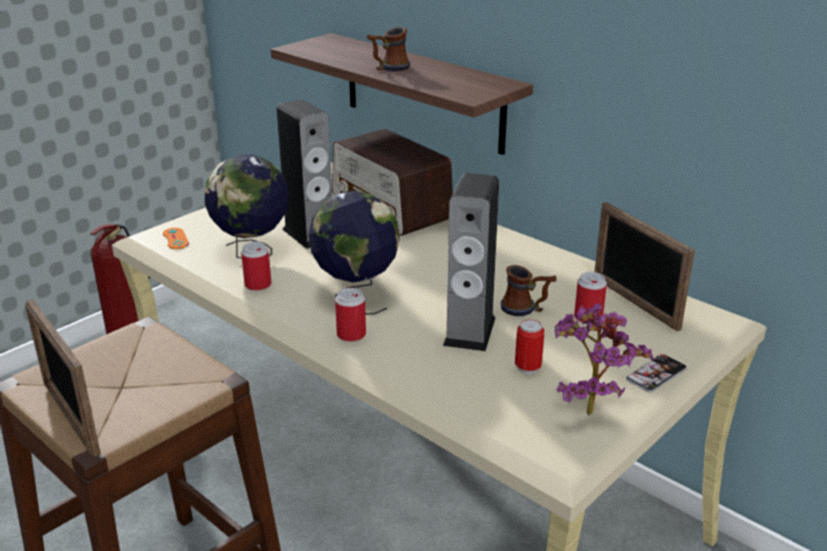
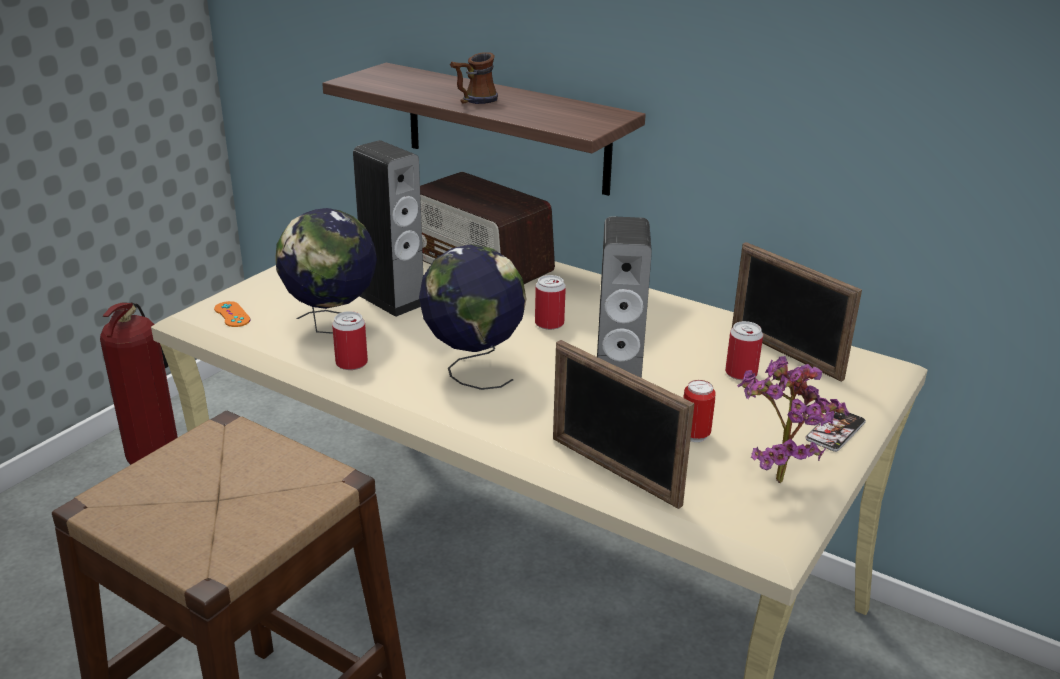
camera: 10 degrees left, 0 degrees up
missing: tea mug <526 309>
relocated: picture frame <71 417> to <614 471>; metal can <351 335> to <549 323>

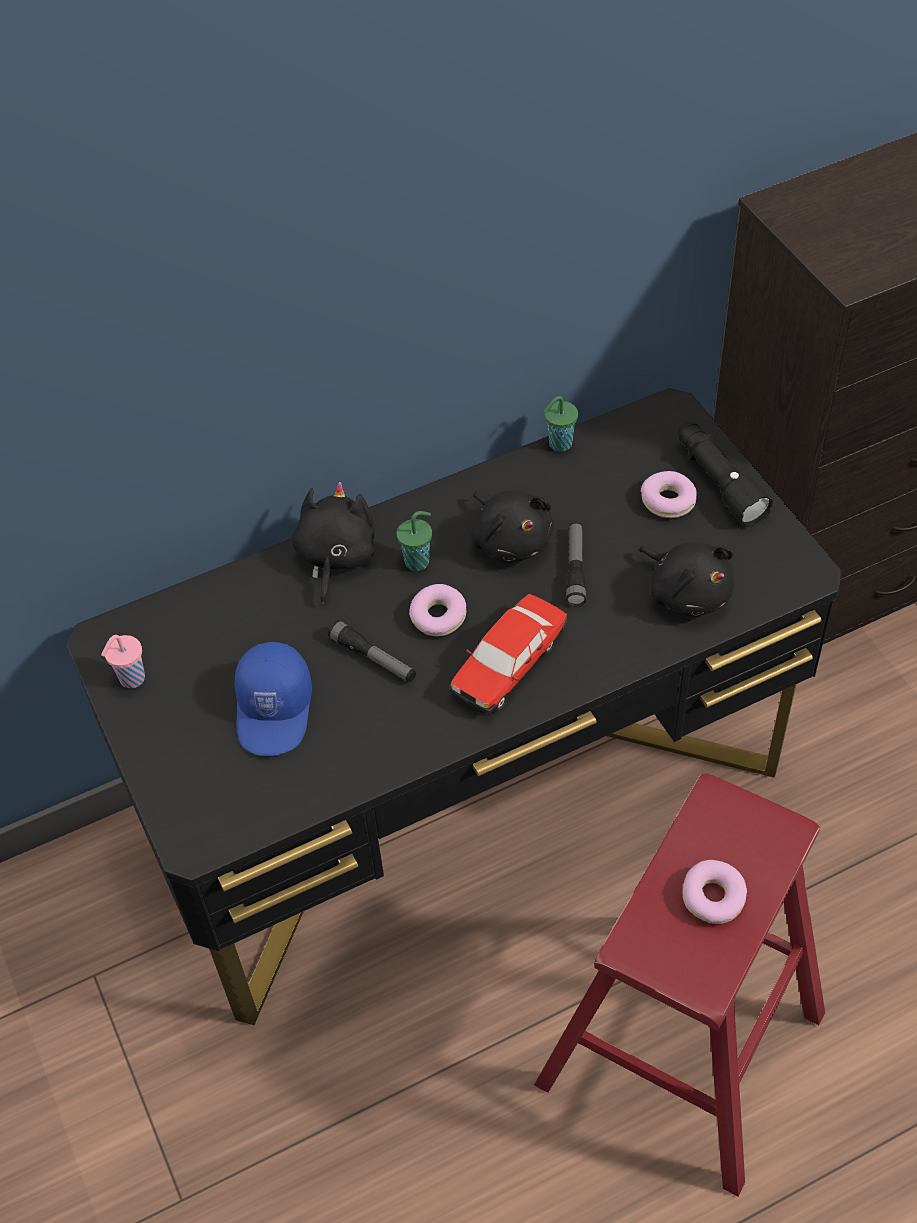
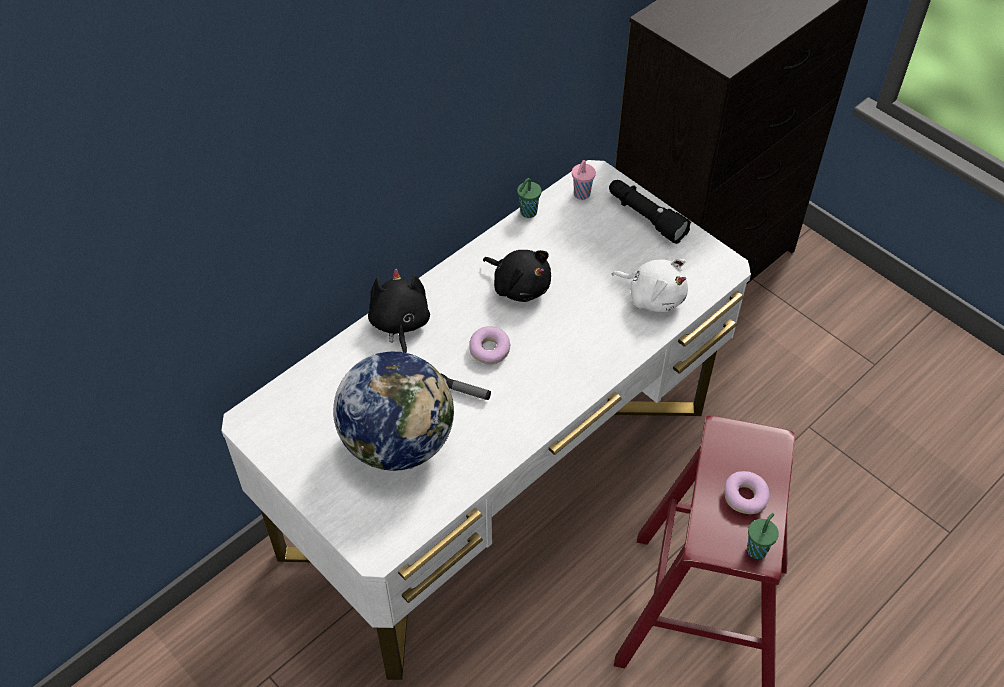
camera: 20 degrees left, 0 degrees up
missing: toy car <509 664>; flashlight <575 568>; ring doughnut <668 501>
relocated: small cup in pinkish <131 679> to <581 195>; small cup in green <418 561> to <757 549>
exchanged: baseball cap in bluish <275 710> to desk globe <398 442>
colour: desk unit in blackish <468 798> to desk unit in whitish <499 480>; soft toy in blackish <687 592> to soft toy in whitish <653 296>

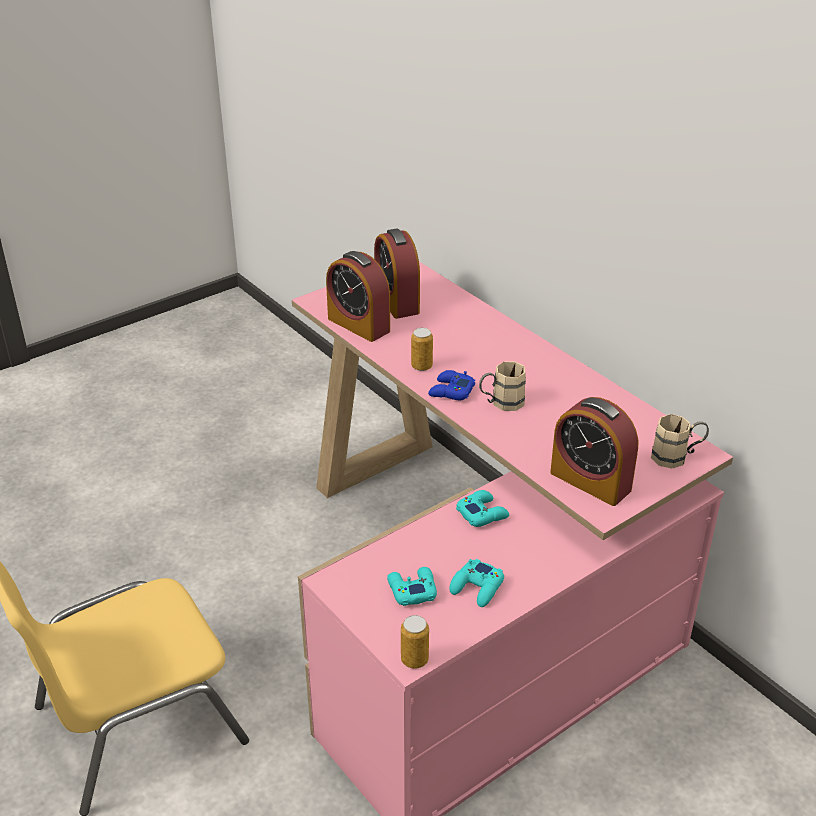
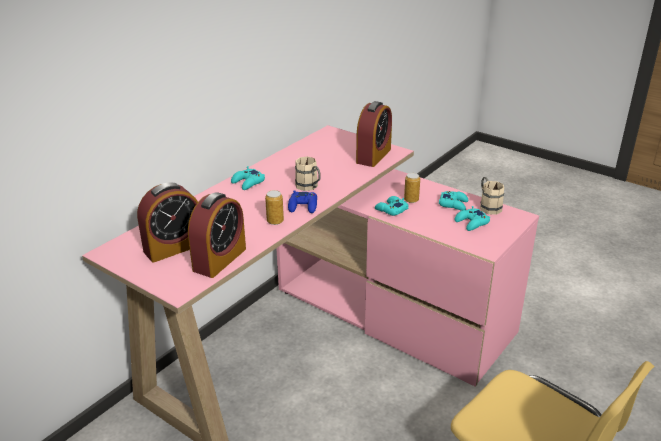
camera: 105 degrees left, 5 degrees down
appeared: joypad in turquoise <248 182>
relocated: metal can <414 660> to <411 200>; tea mug in beige <677 457> to <488 206>

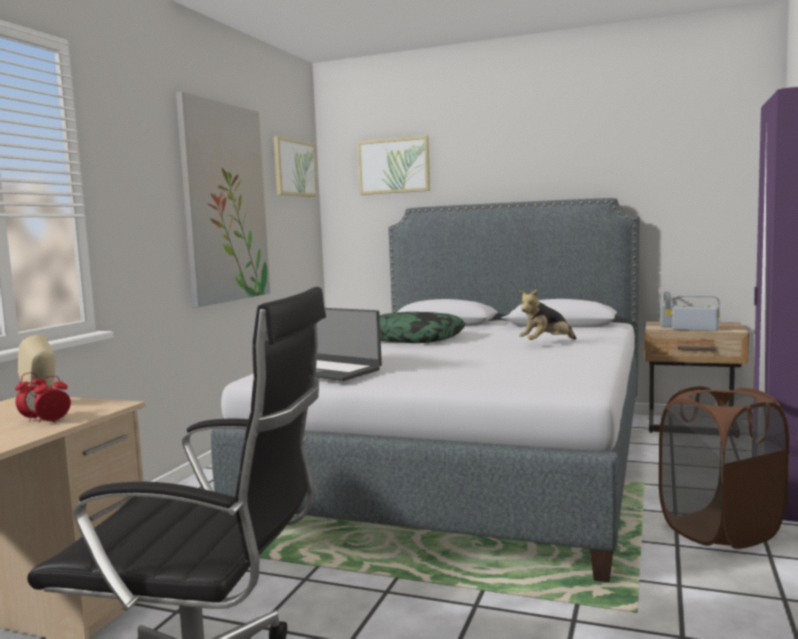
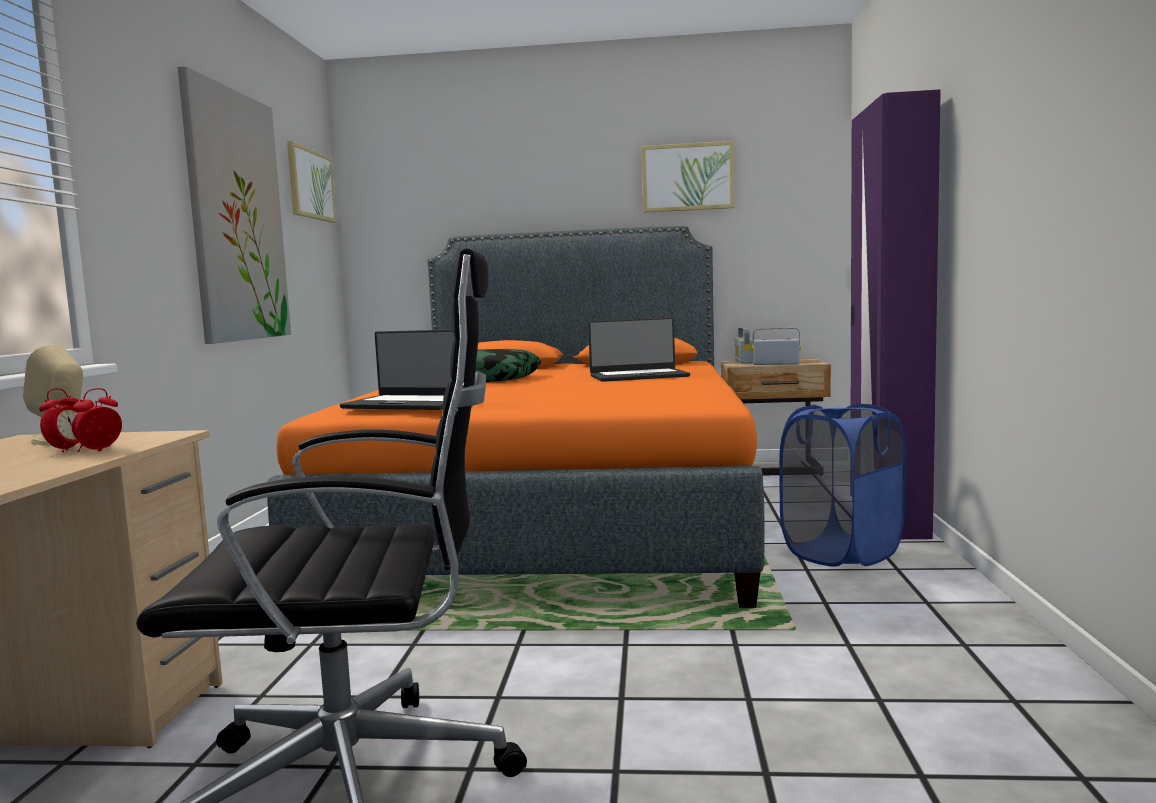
camera: 15 degrees left, 0 degrees up
relocated: wall picture <394 166> to <687 177>
exchanged: soft toy <546 343> to notebook computer <638 376>
colour: sleeping bed in grey <469 462> to sleeping bed in orangey <553 517>; laundry basket in brown <720 530> to laundry basket in bluish <841 553>

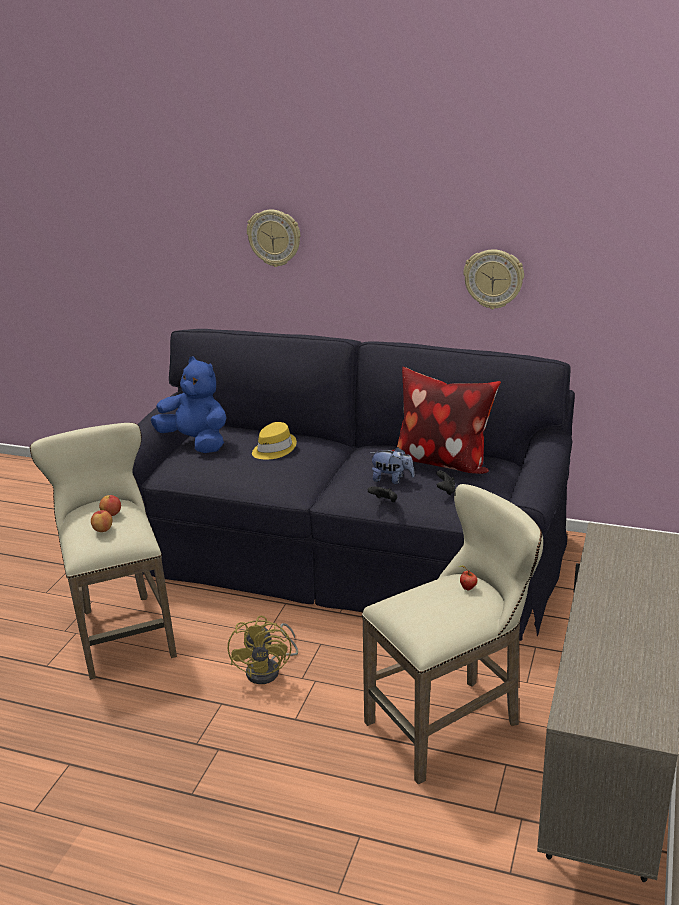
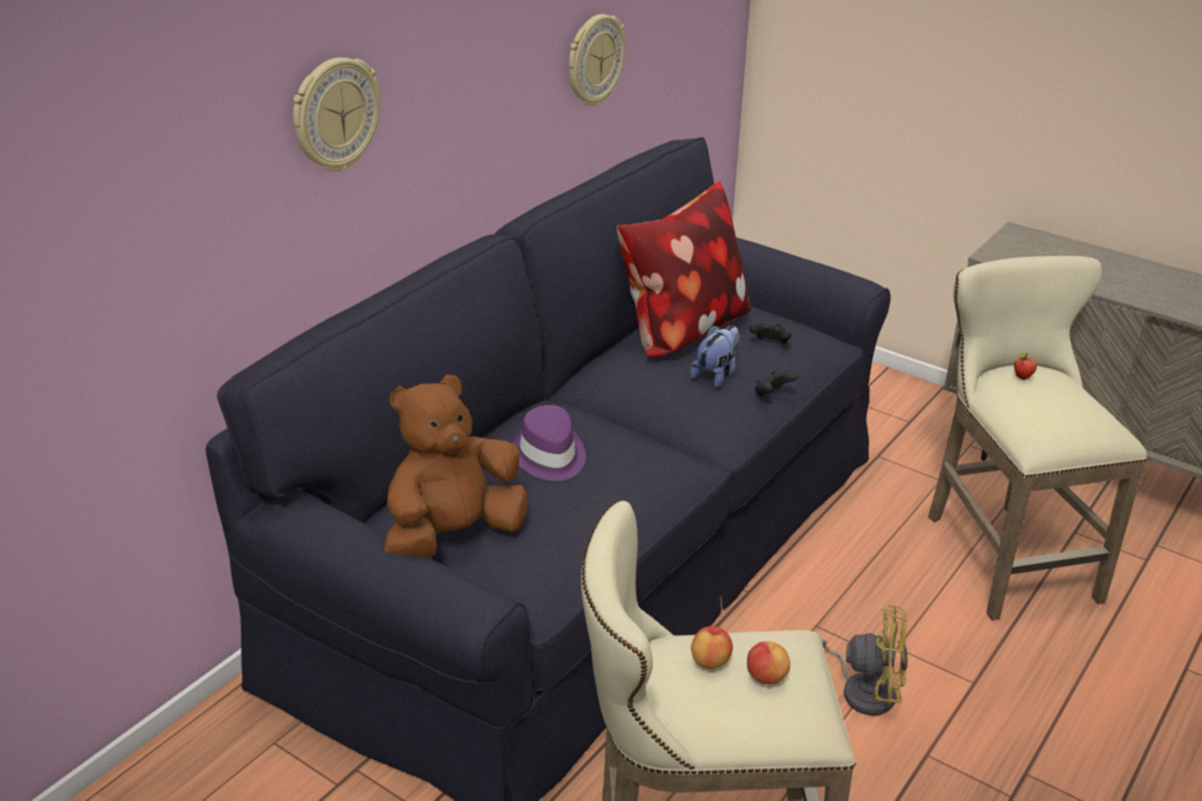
camera: 75 degrees left, 5 degrees up
colour: soft toy in bluish <196 442> to soft toy in brown <453 536>; hat in yellow-coloured <274 449> to hat in purple <549 455>

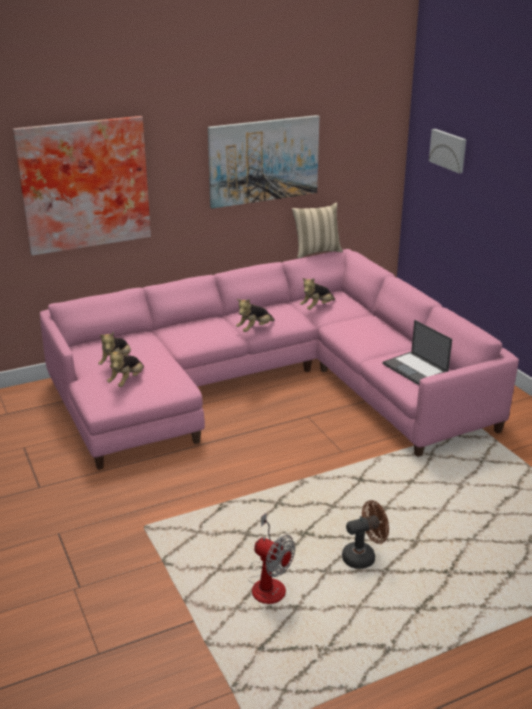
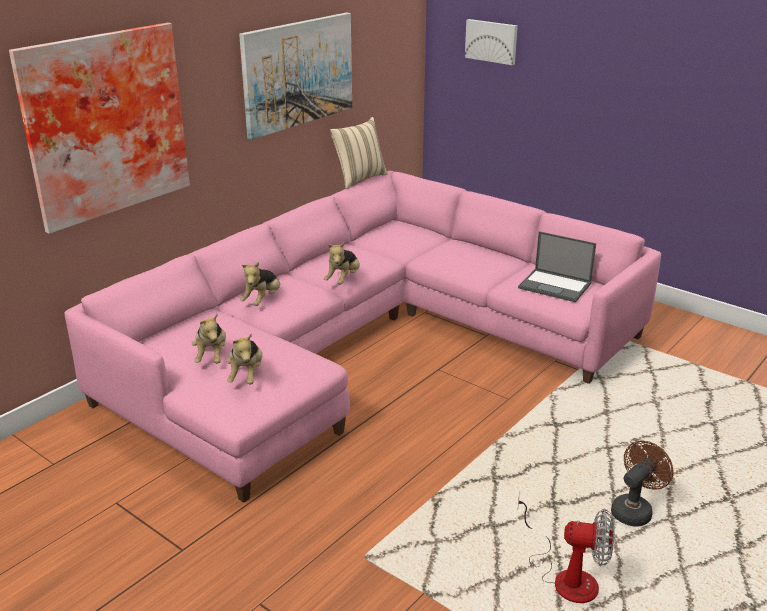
camera: 25 degrees left, 0 degrees up
relocated: soft toy <317 307> to <262 300>

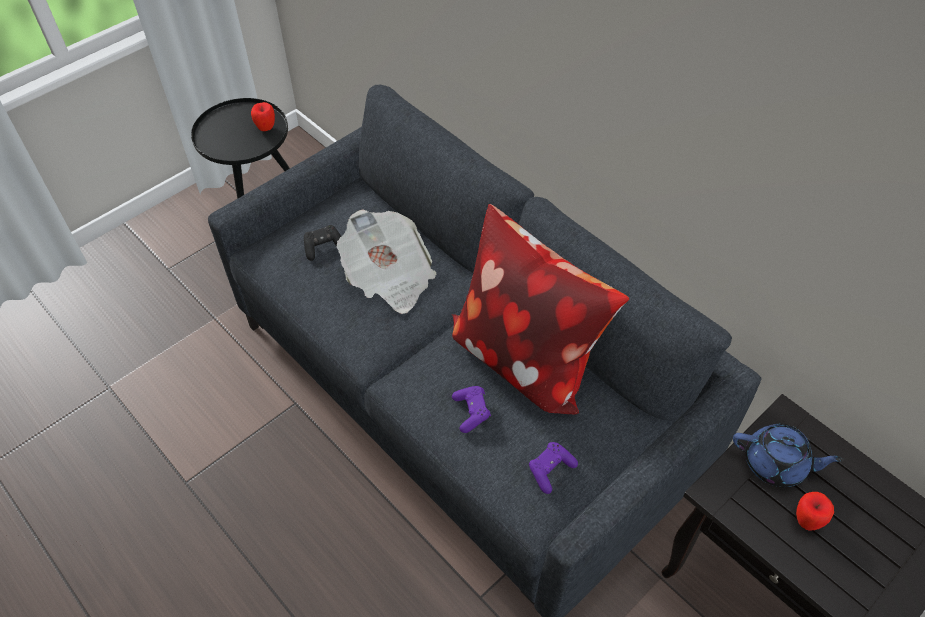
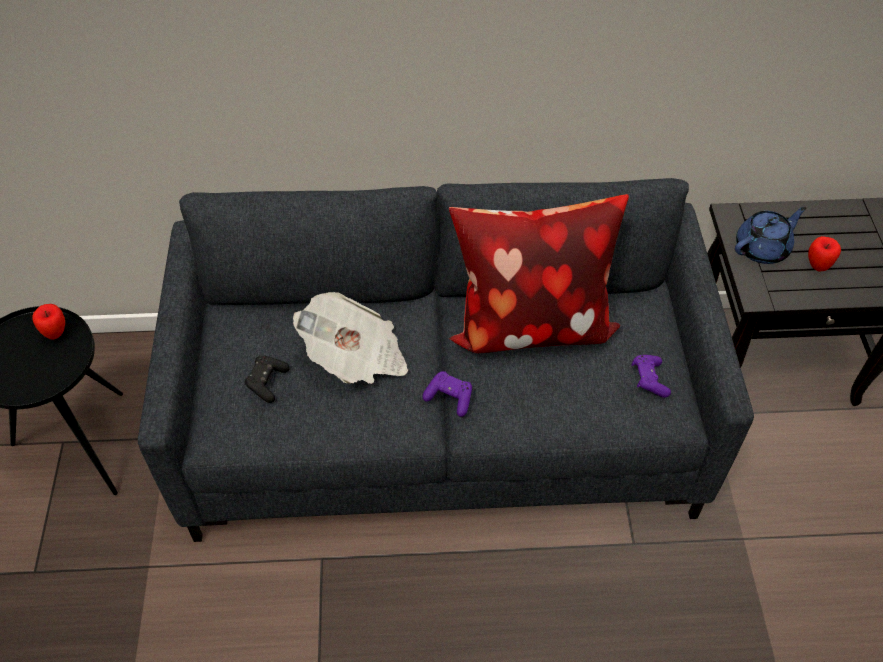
camera: 50 degrees left, 0 degrees up
relocated: joypad in purple <471 412> to <449 398>

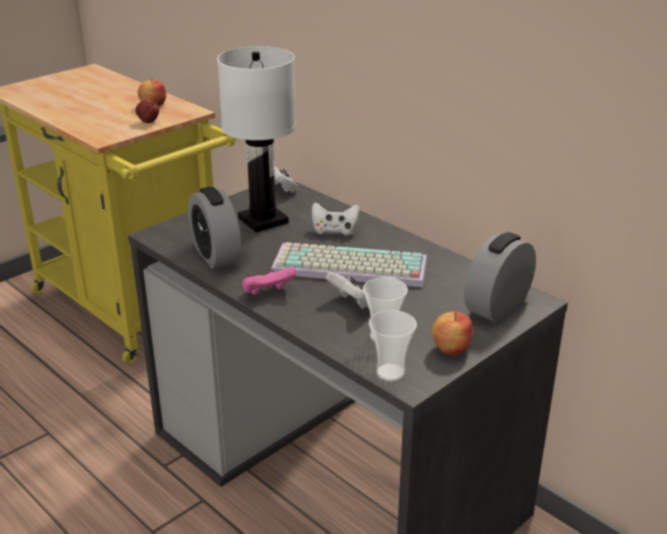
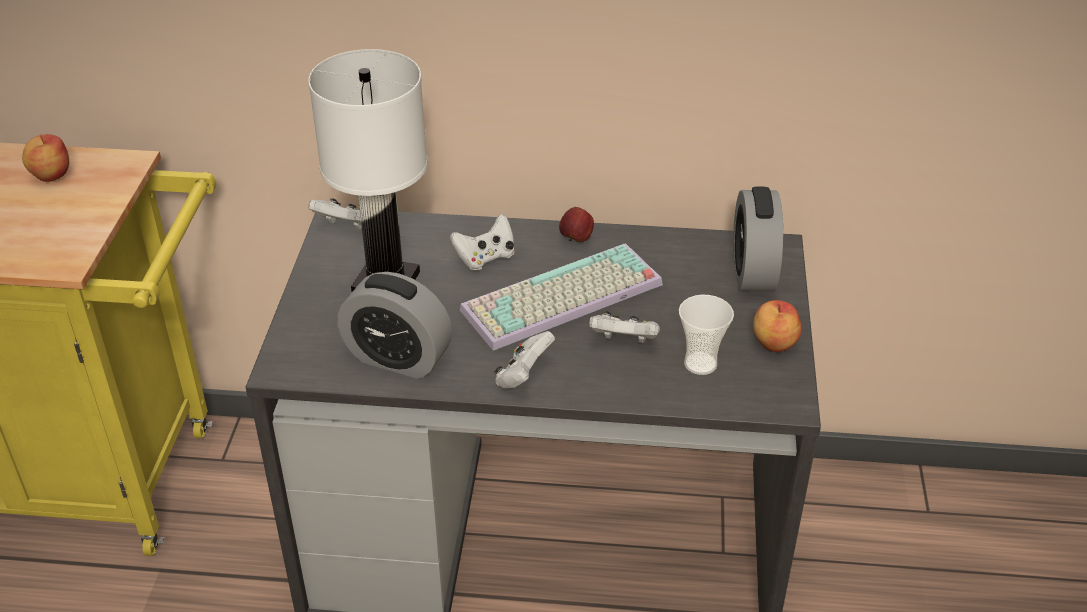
camera: 40 degrees left, 10 degrees up
missing: small cup <390 372>
relocated: apple fruit <148 122> to <576 239>
colour: joypad in pinkish <267 293> to joypad in whitish <523 376>

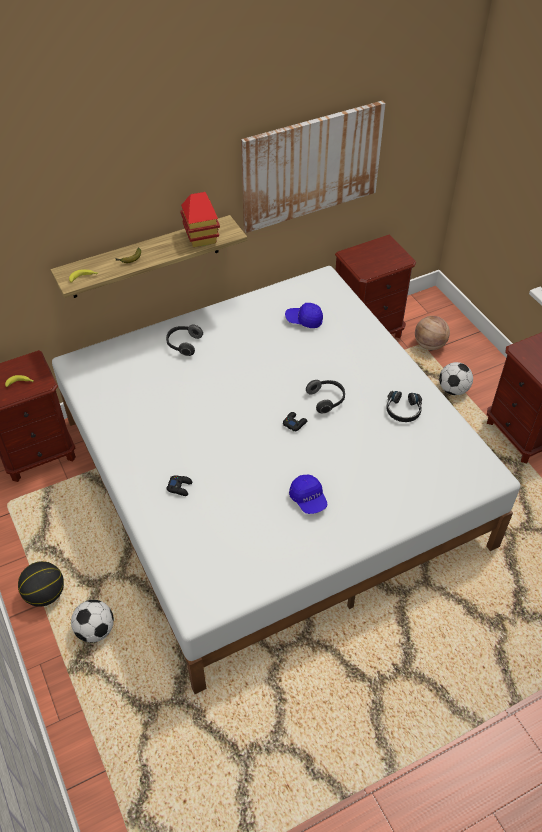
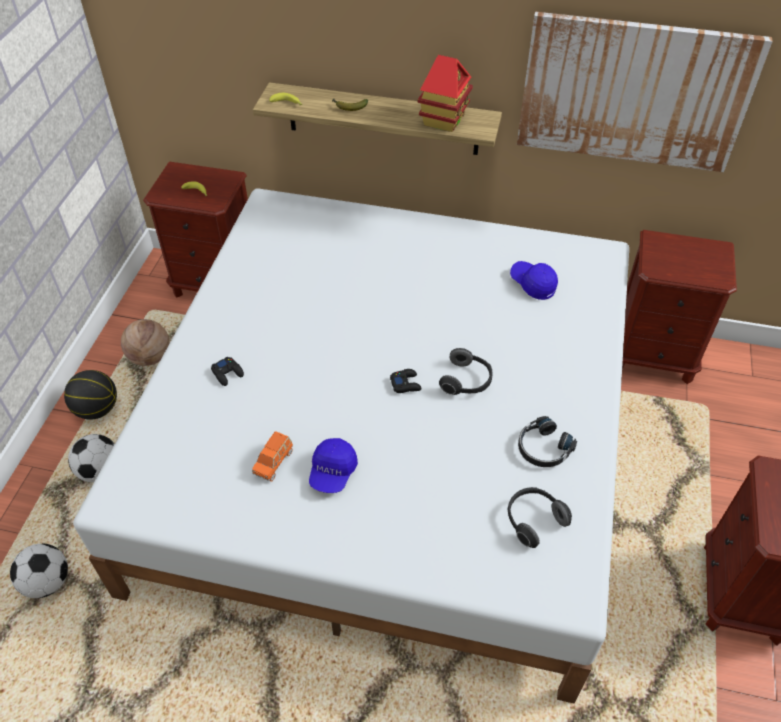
camera: 40 degrees right, 0 degrees up
appeared: toy car in orangey <274 462>
relocated: headset <183 344> to <533 520>; basketball <429 345> to <150 357>; ball for football <453 390> to <47 582>

